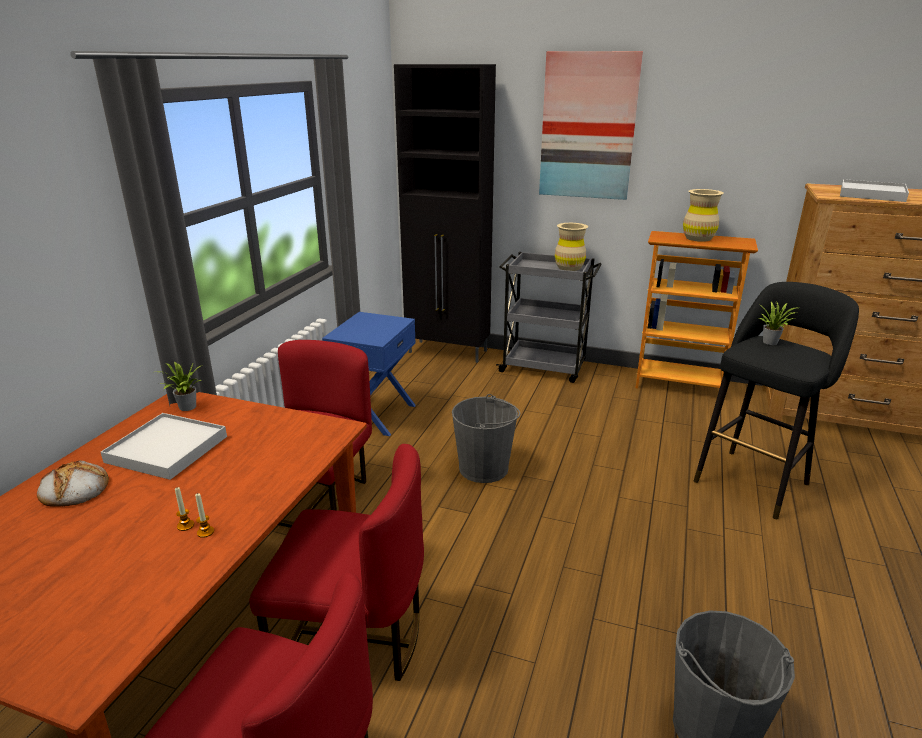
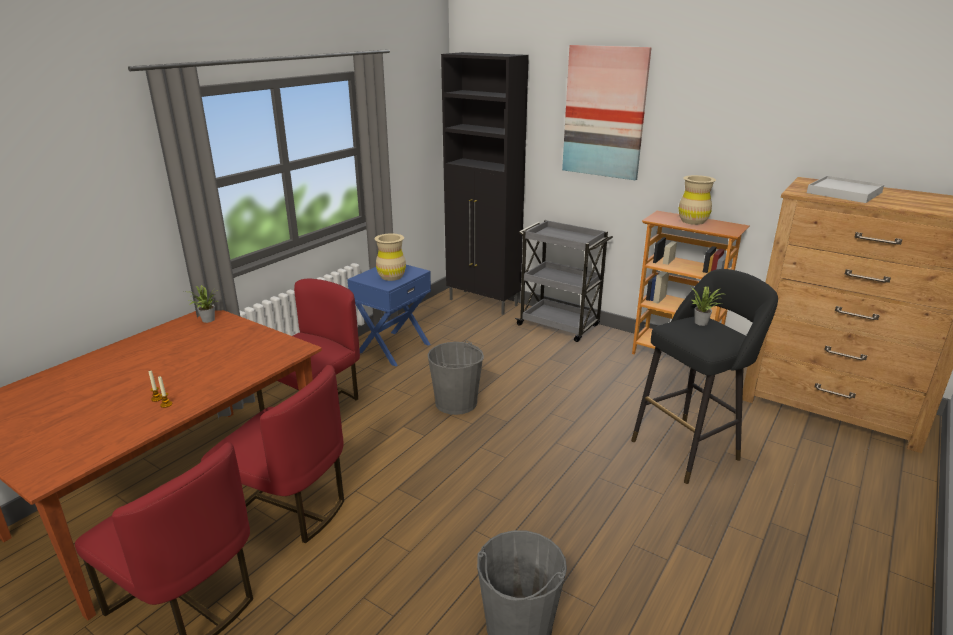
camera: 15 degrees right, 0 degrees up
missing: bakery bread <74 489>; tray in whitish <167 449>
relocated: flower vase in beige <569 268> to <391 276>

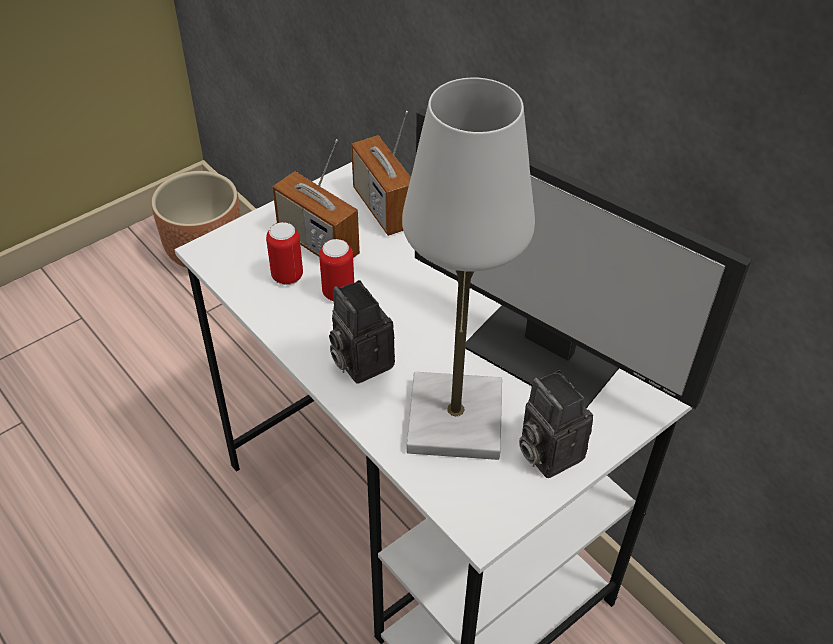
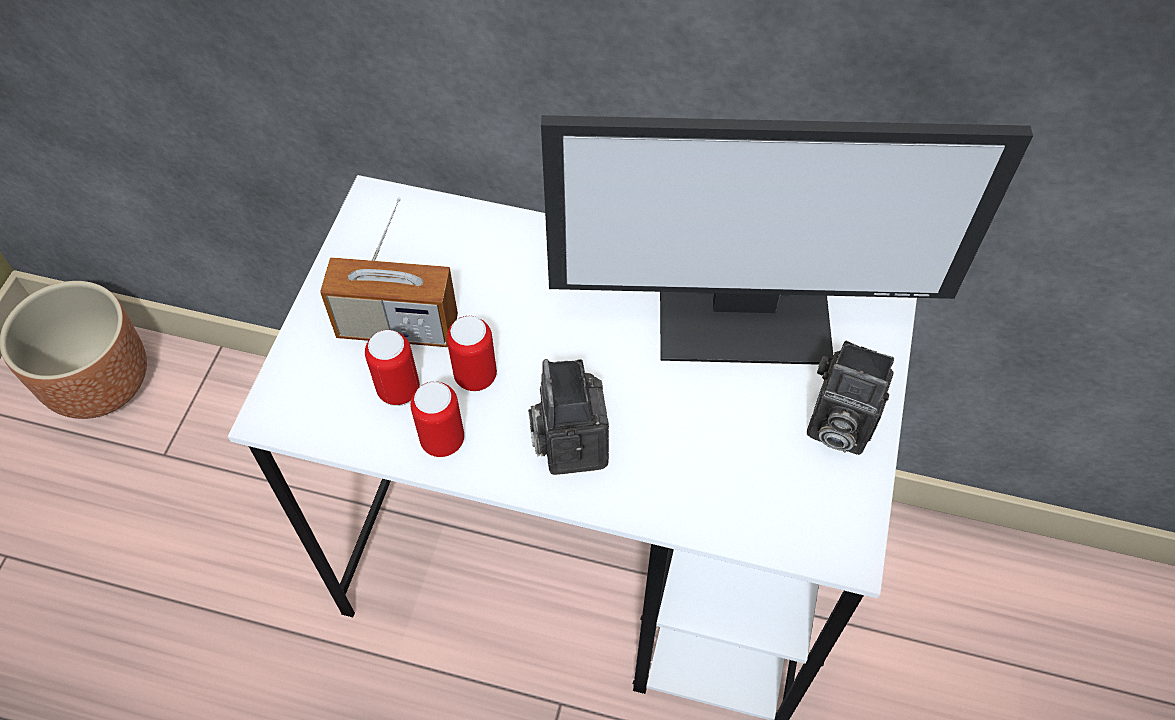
camera: 35 degrees left, 10 degrees up
missing: radio receiver <383 208>; tabletop lamp in whitish <455 419>
appeared: metal can <442 440>
spun: photo camera <359 360> = <569 443> 60 degrees clockwise

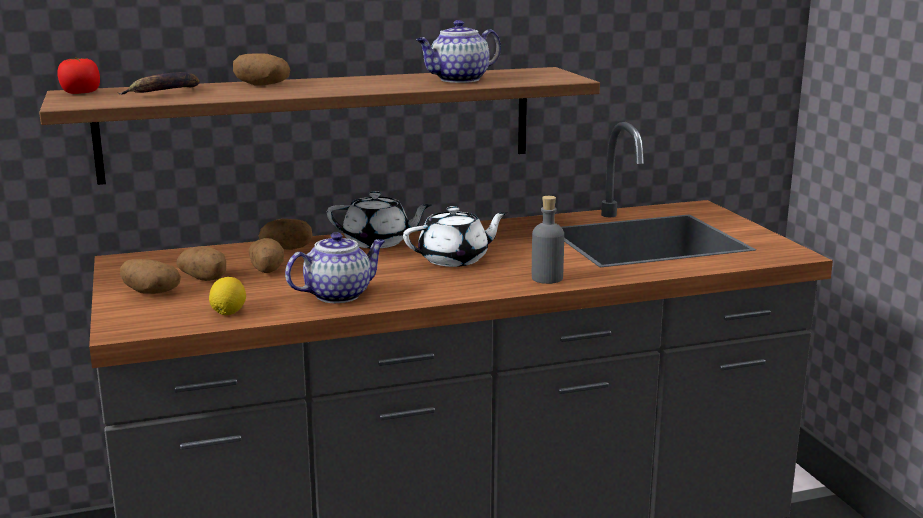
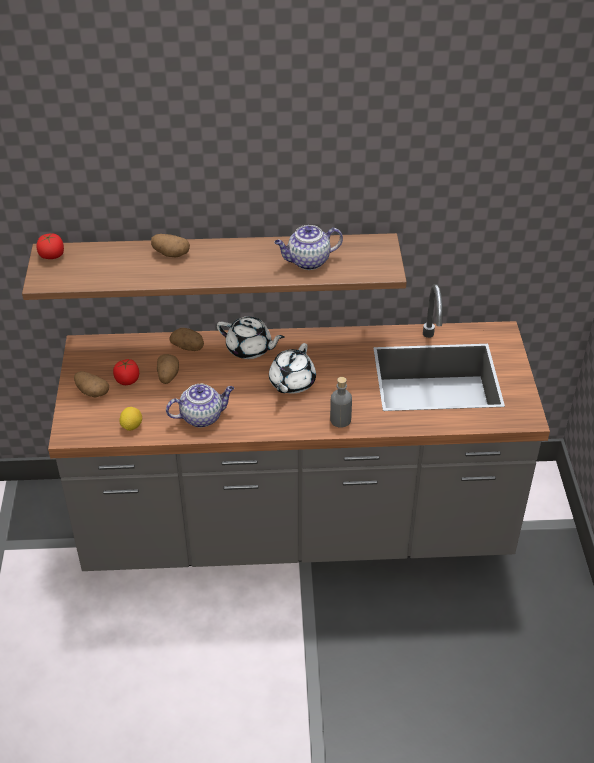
camera: 15 degrees right, 25 degrees up
missing: banana <165 92>
exchanged: potato <205 279> to tomato <127 380>
spun: pot for tea in whitish <455 259> = <291 383> 120 degrees clockwise

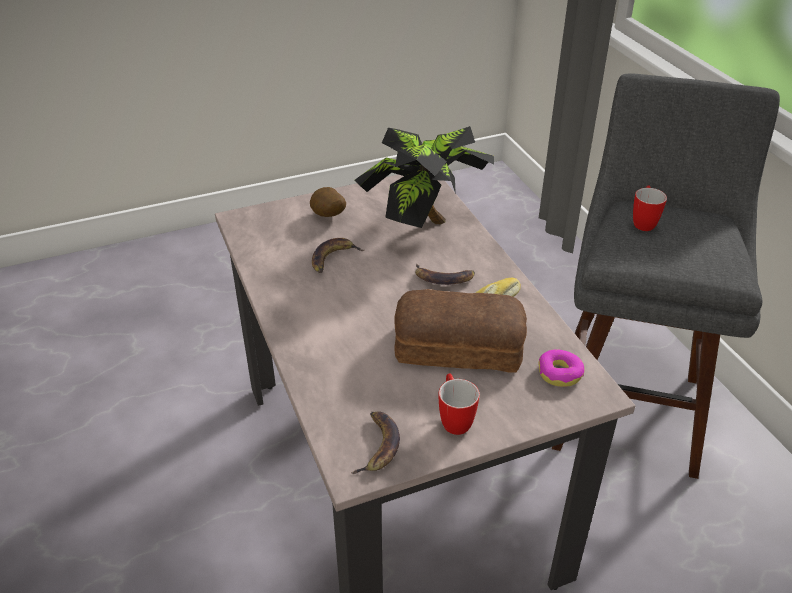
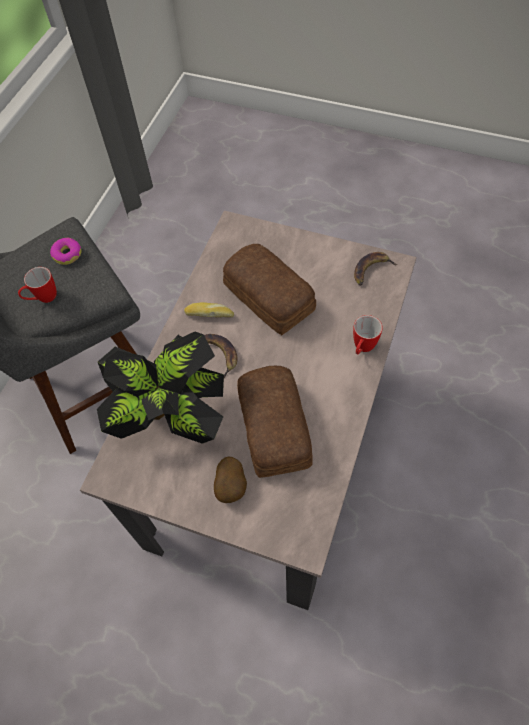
camera: 135 degrees left, 20 degrees up
relocated: tea mug <454 419> to <362 349>; ring doughnut <560 373> to <67 254>
exchanged: banana <333 258> to bakery bread <272 430>

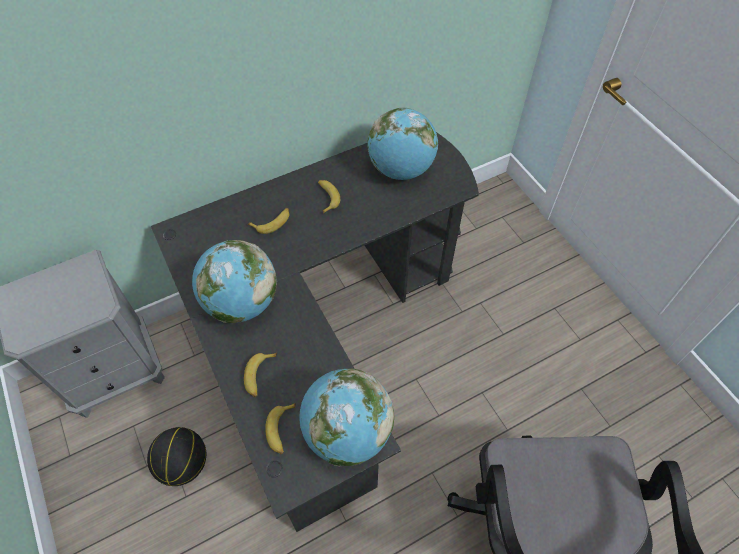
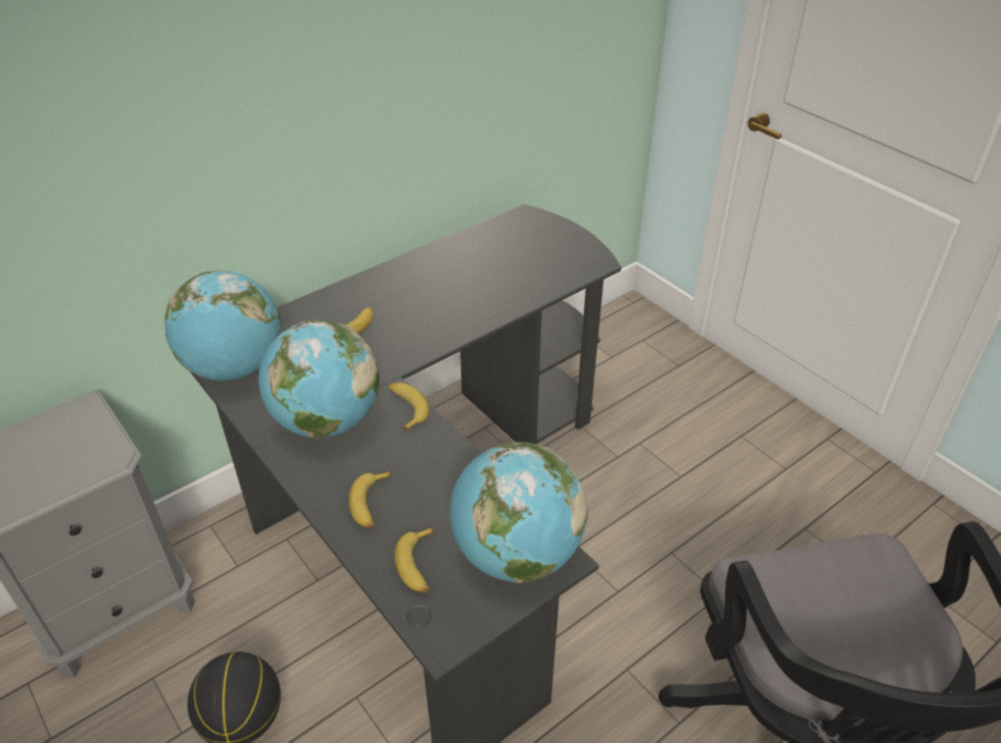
camera: 10 degrees left, 15 degrees down
relocated: banana <326 197> to <406 408>; desk globe <401 169> to <235 368>

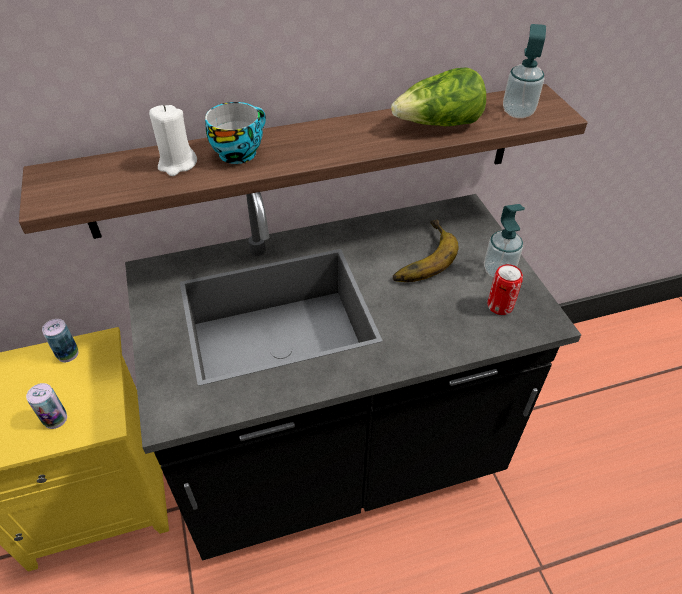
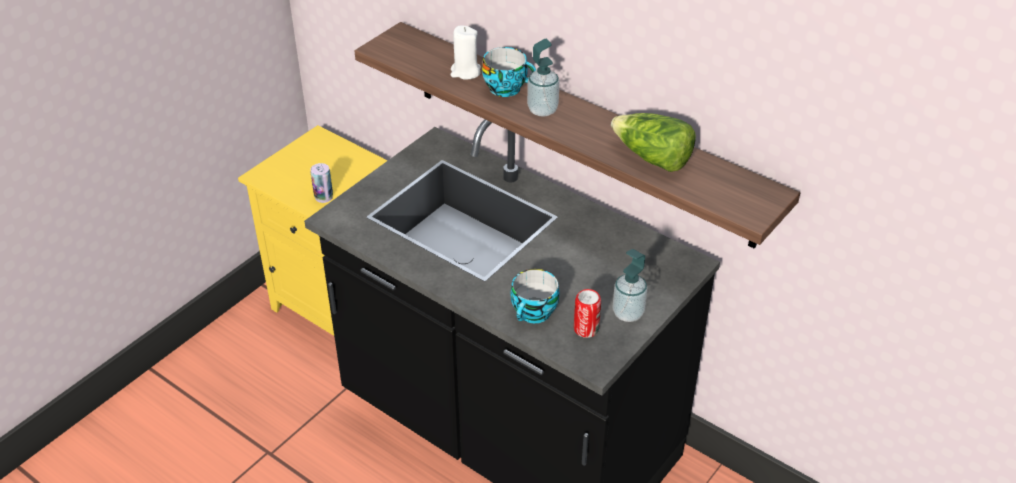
camera: 55 degrees right, 5 degrees down
missing: metal can <68 354>; banana <418 257>
appeared: small cup <534 314>
relocated: soap bottle <518 112> to <542 110>

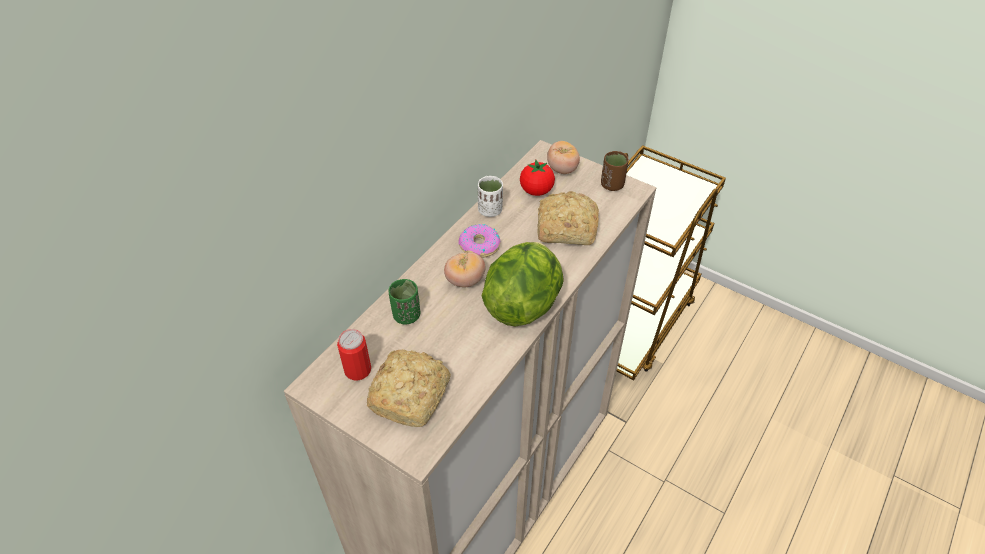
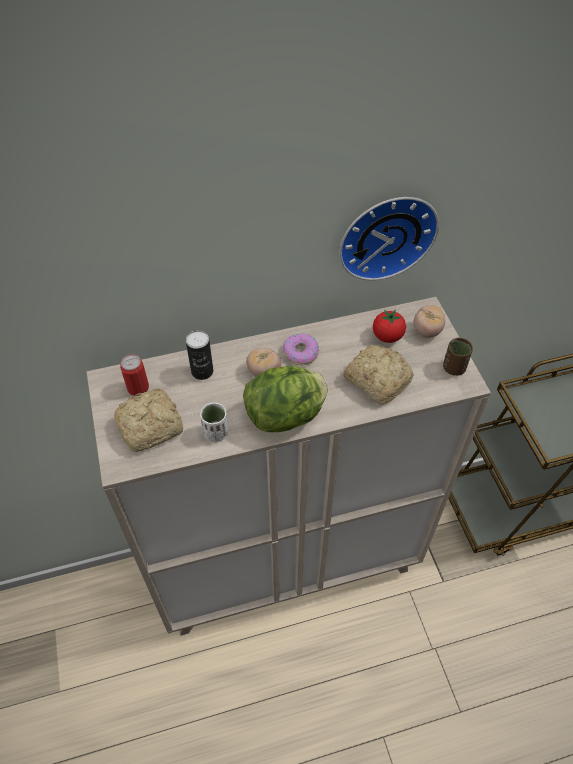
camera: 40 degrees right, 5 degrees up
appeared: wall clock <386 234>
relocated: small cup in whitish <490 210> to <216 433>
exchanged: small cup in green <406 315> to metal can <202 371>

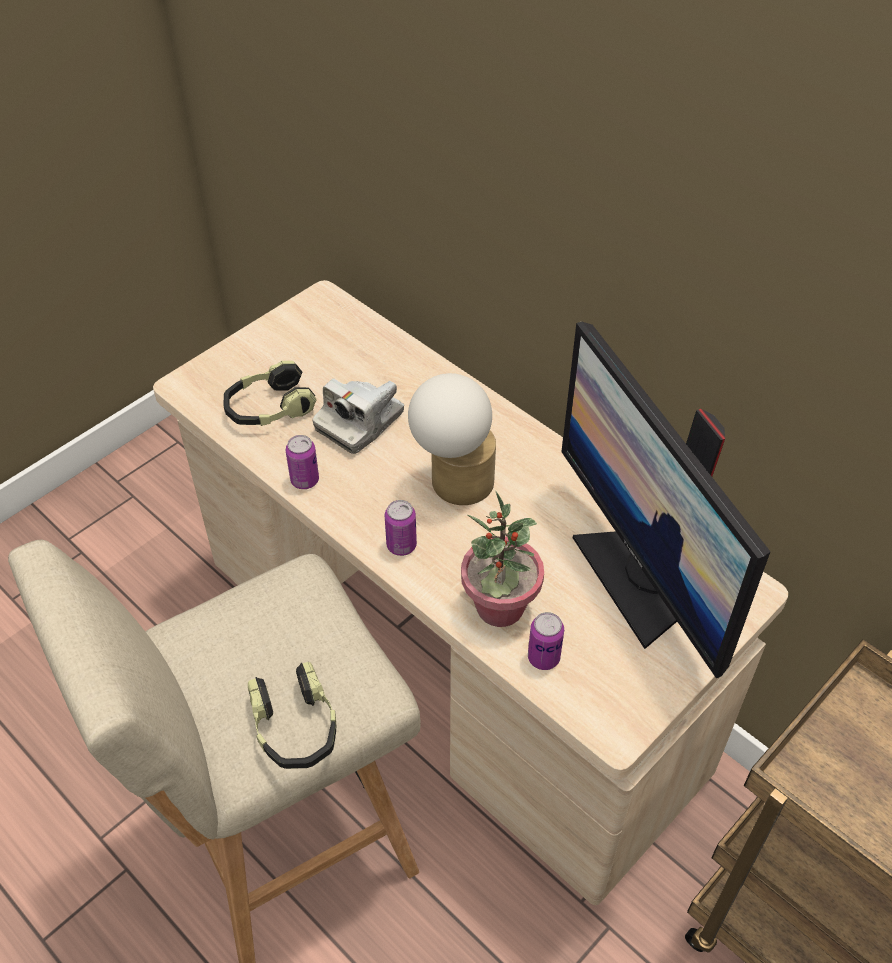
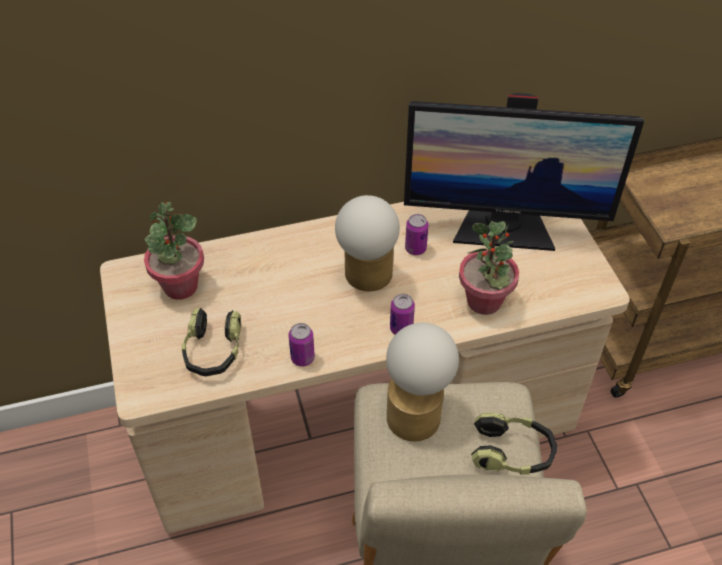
camera: 60 degrees left, 0 degrees up
missing: photo camera <360 422>
appeared: houseplant <180 286>; tabletop lamp <417 411>
relocated: metal can <543 658> to <415 249>

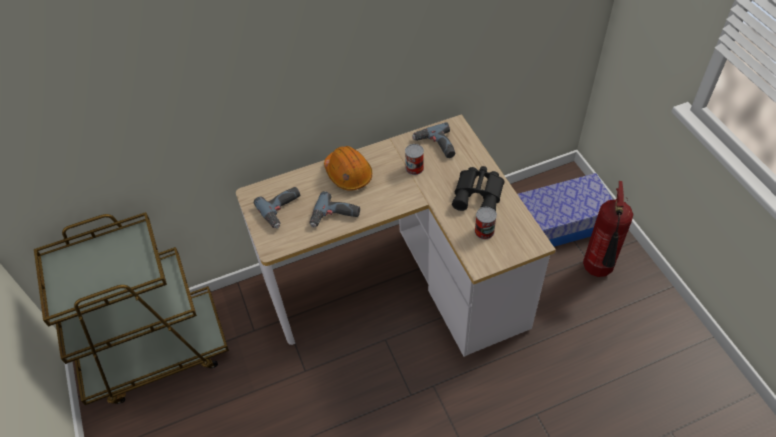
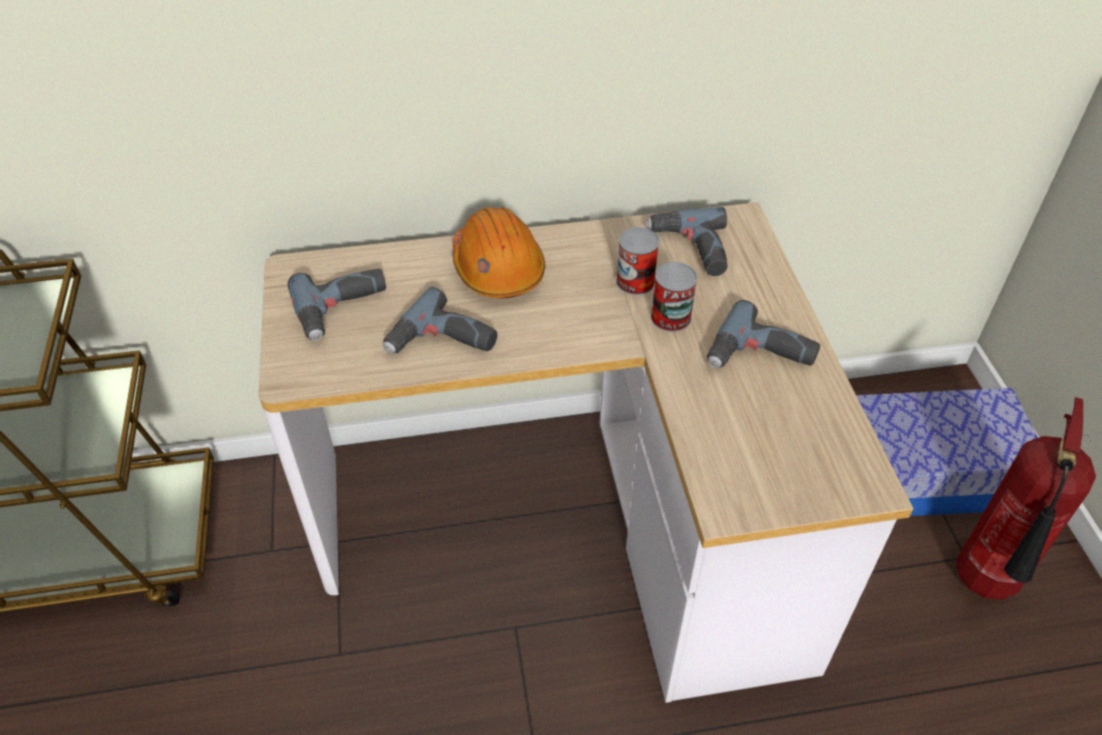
camera: 10 degrees right, 5 degrees down
relocated: metal can <484 231> to <670 317>
exchanged: field glasses in blackish <479 194> to electric drill <760 357>

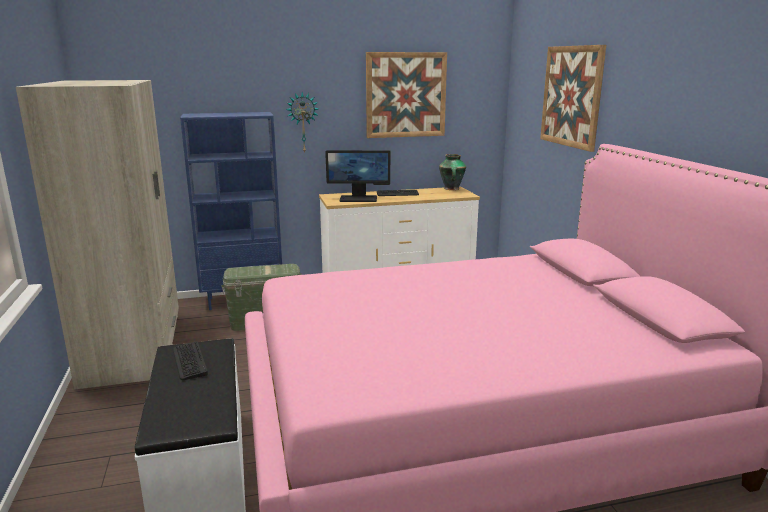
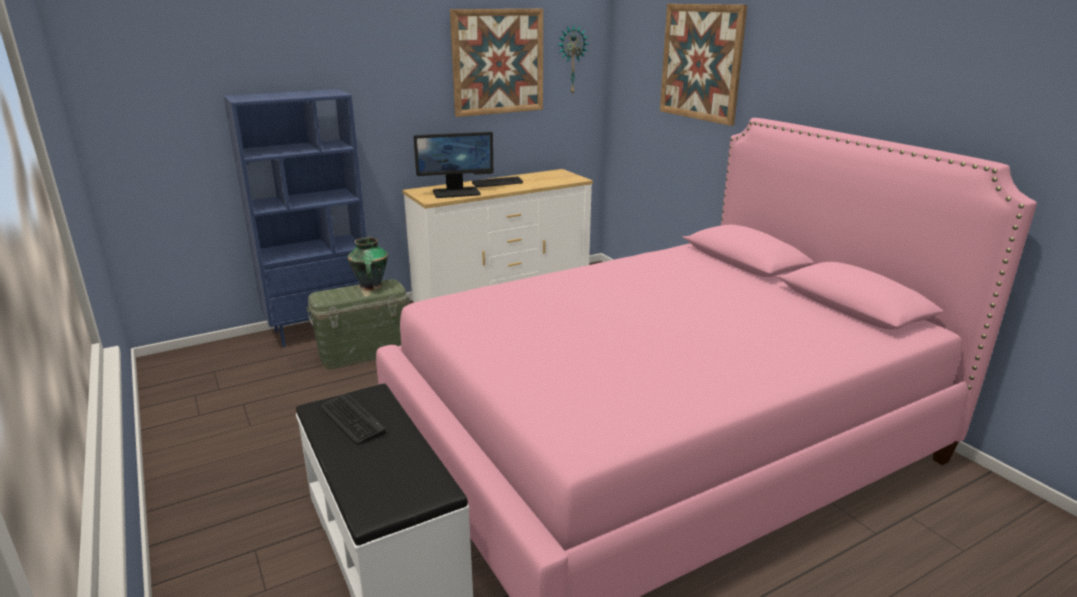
camera: 15 degrees left, 5 degrees up
missing: wardrobe in beige <134 347>
relocated: wall clock <303 122> to <571 59>; flower vase <451 189> to <371 287>

